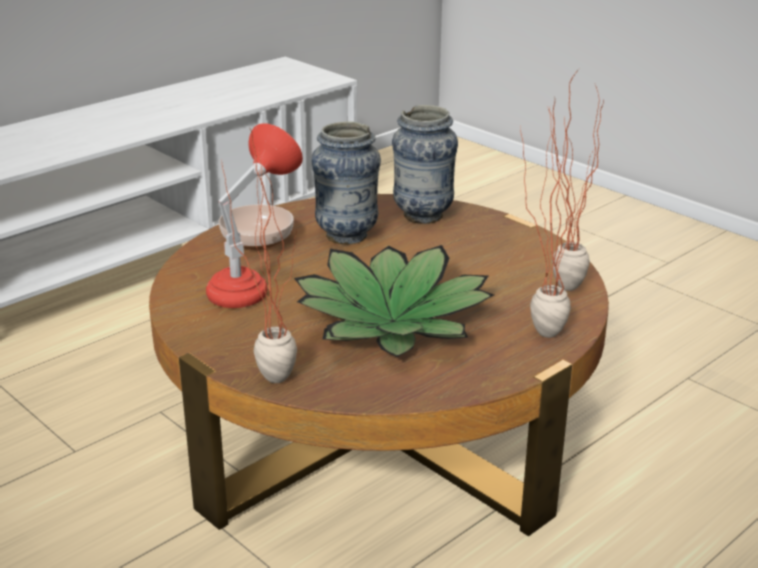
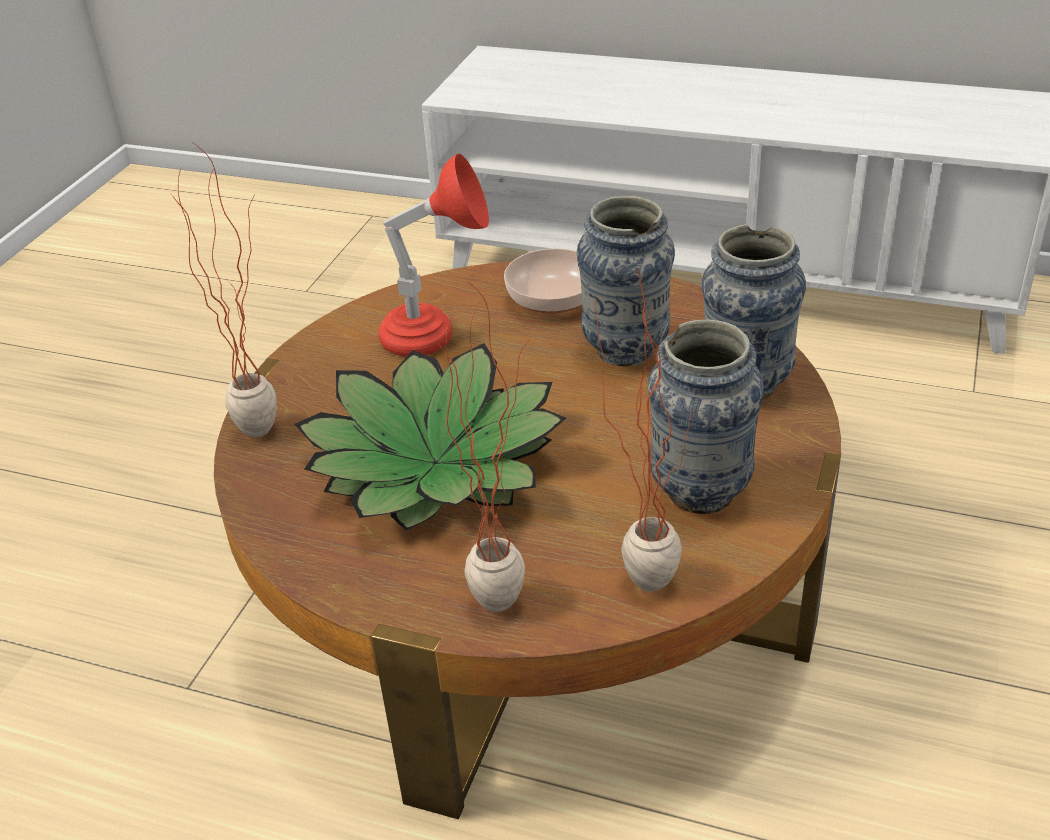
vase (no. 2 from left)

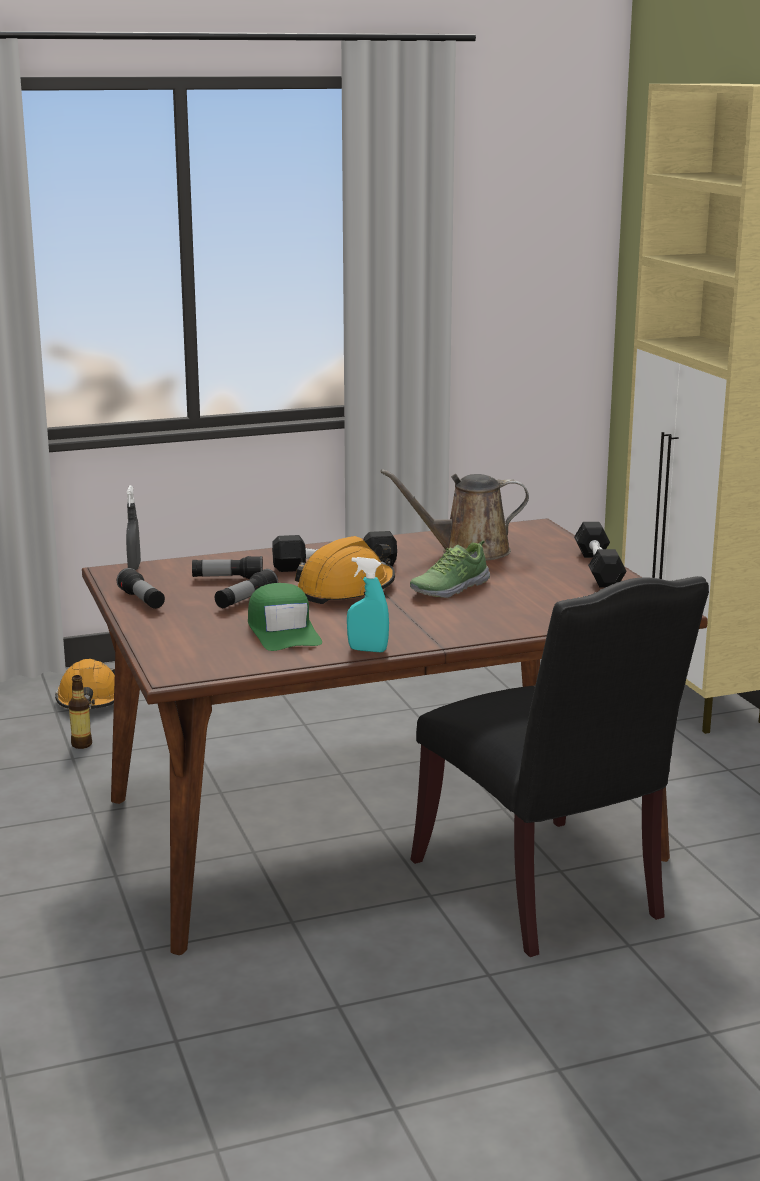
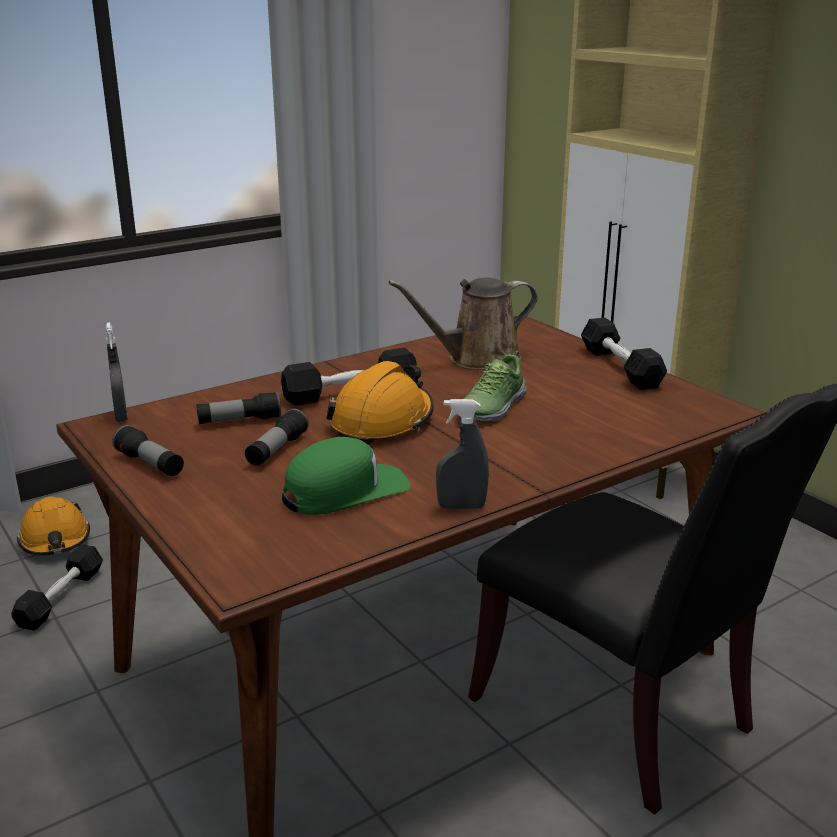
black dumbbell (no. 1 from left)
green cap
grey spray bottle (no. 2 from left)

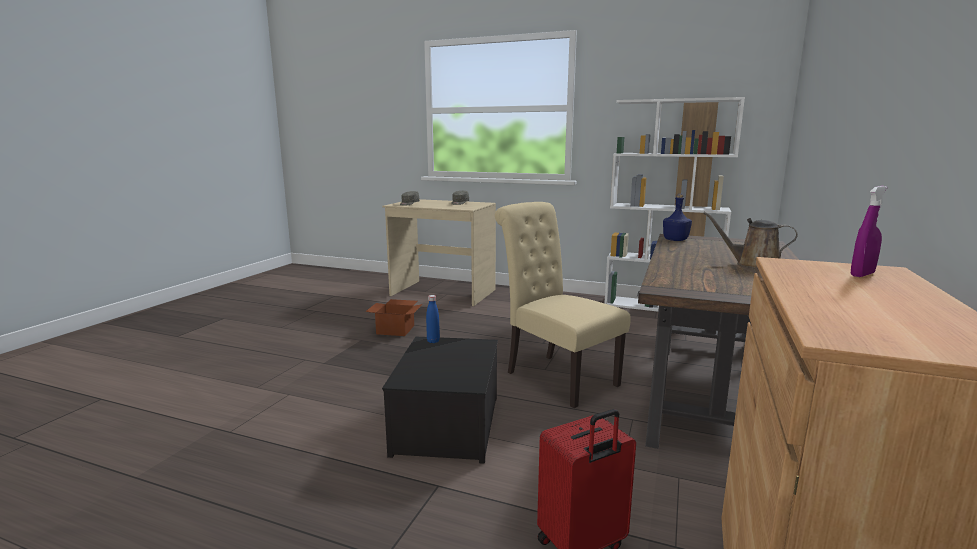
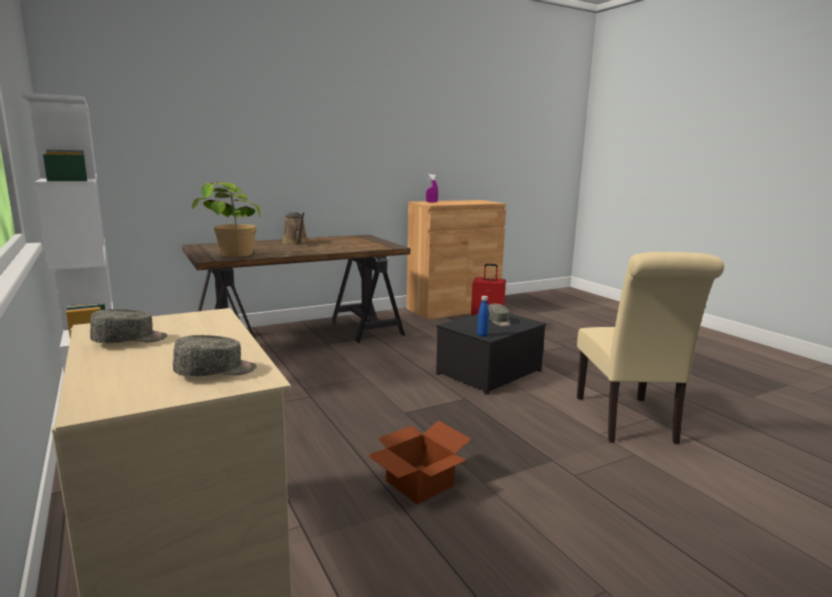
beige chair
potted plant
grey cap (no. 3 from left)

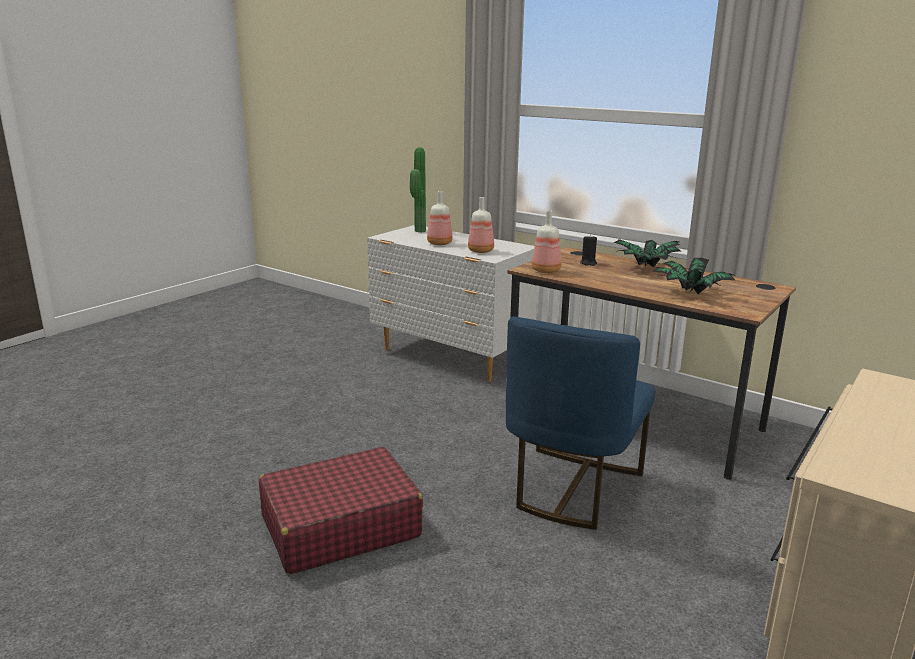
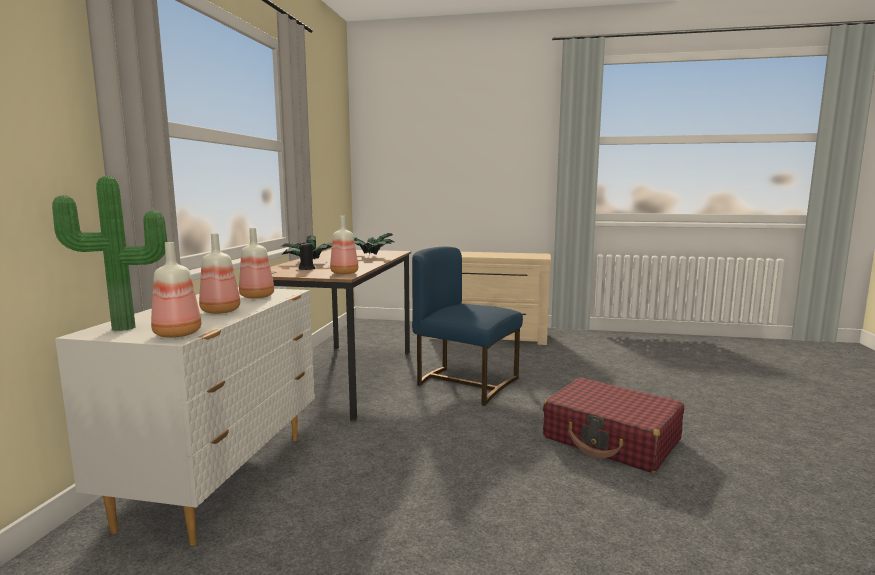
blue chair
bottle (no. 1 from left)

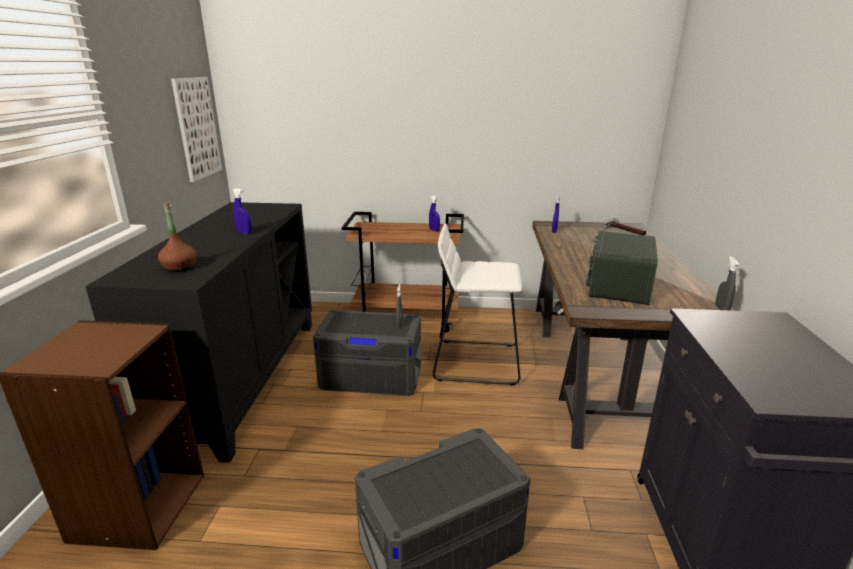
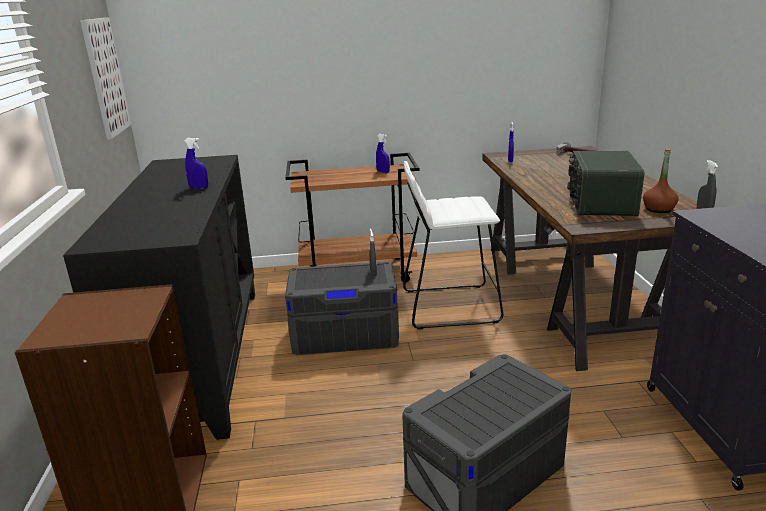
brown bottle

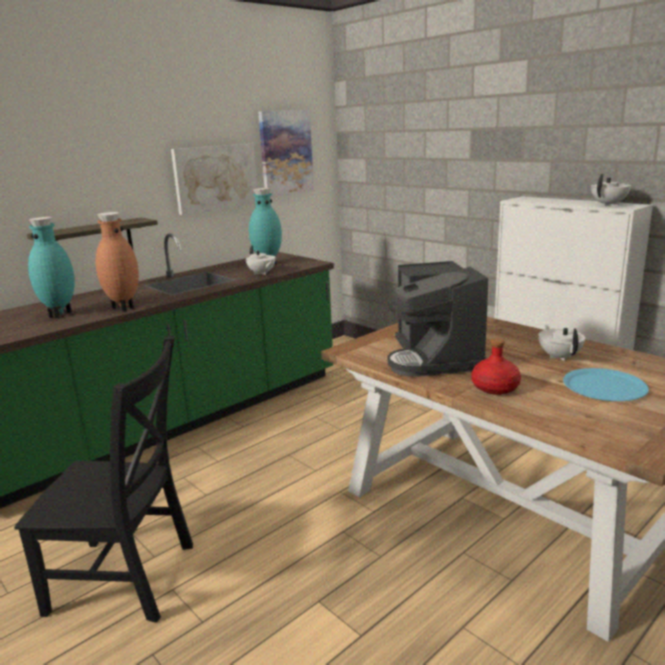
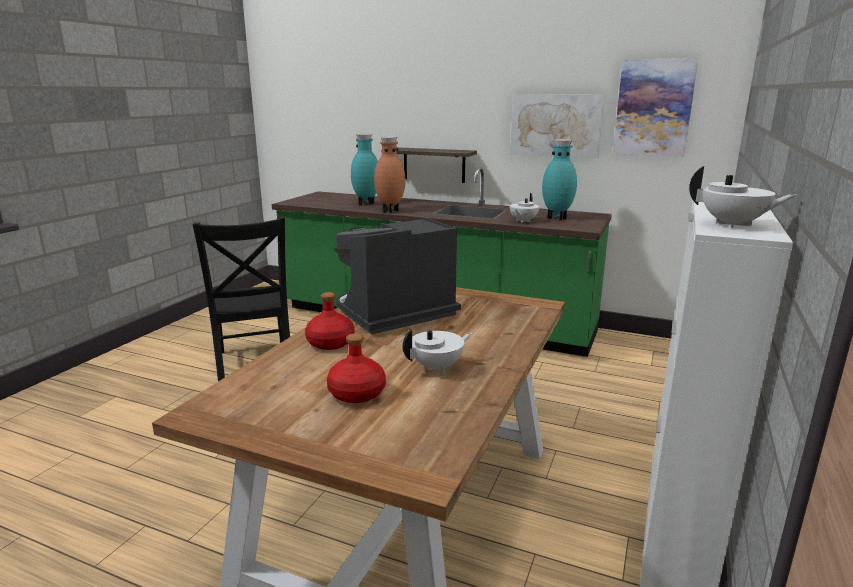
red bottle (no. 2 from left)

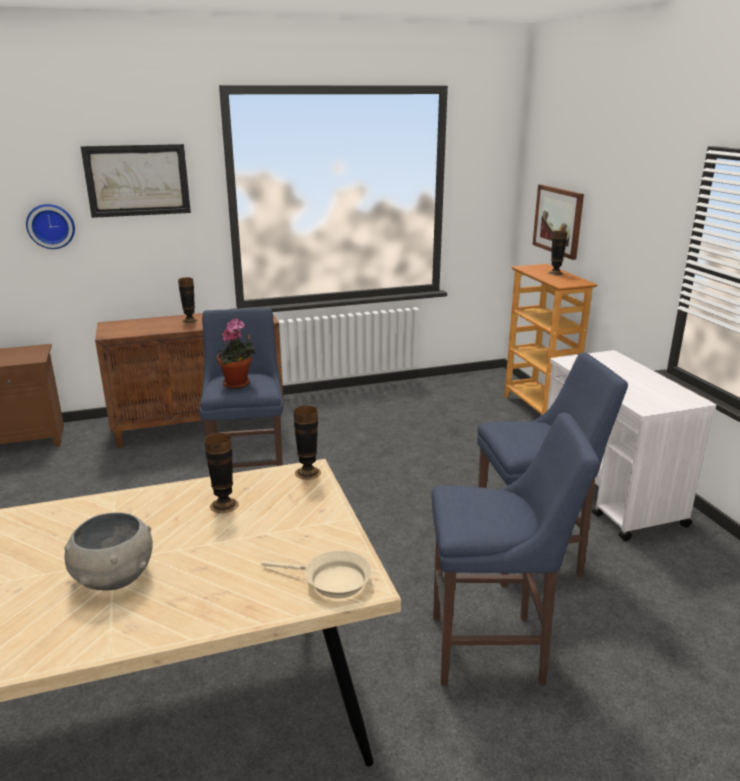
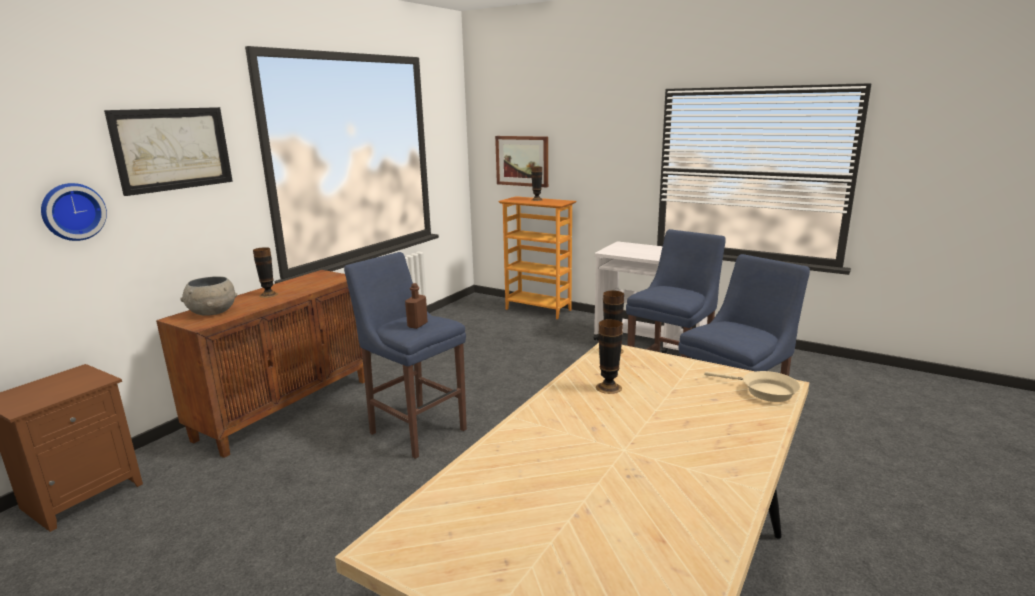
grey bowl
brown bottle
beige frying pan

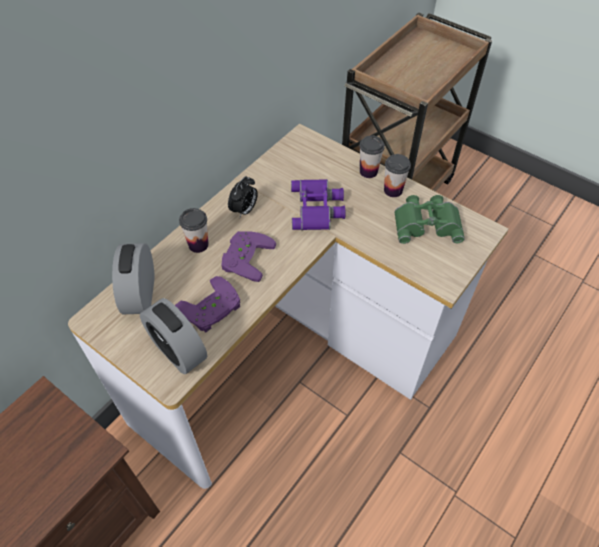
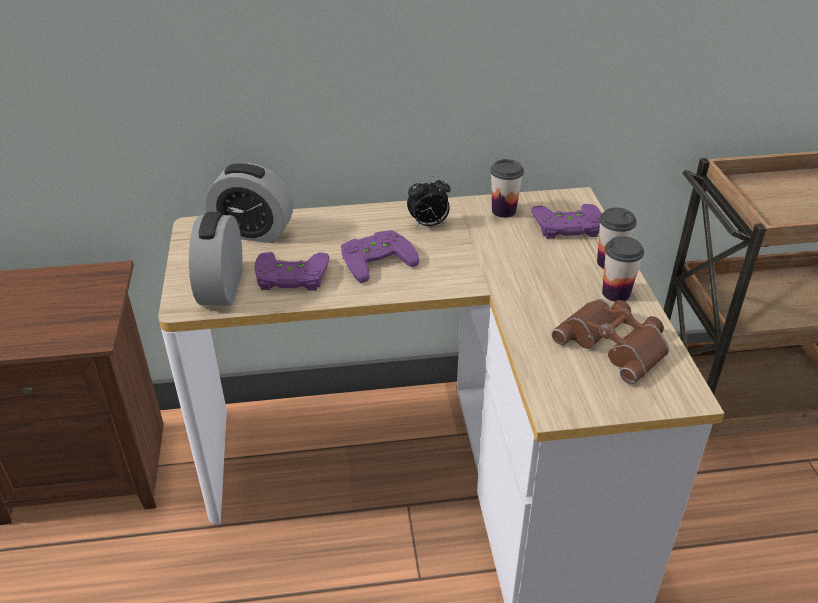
alarm clock (no. 2 from left)
cup (no. 1 from left)
purple binoculars
brown binoculars
purple game controller (no. 3 from left)

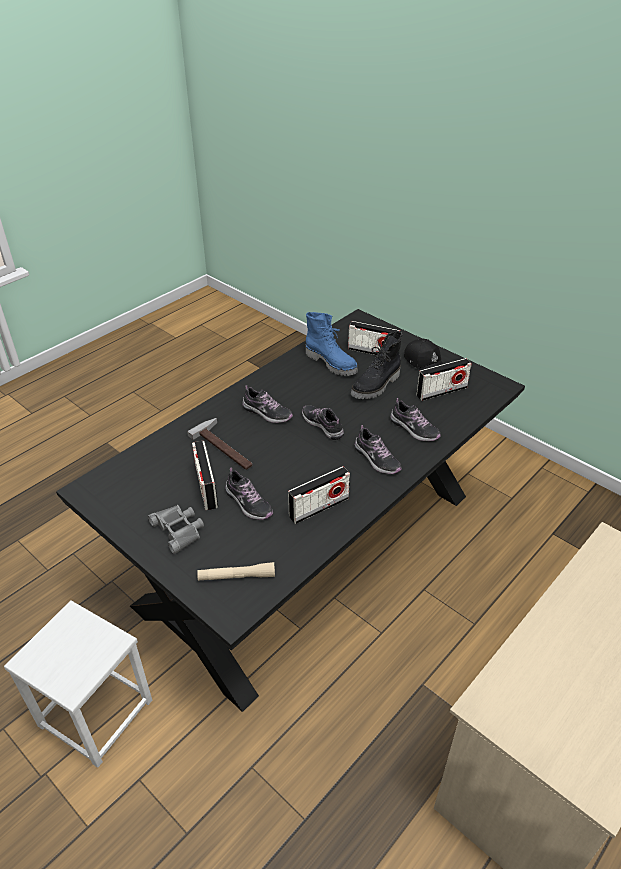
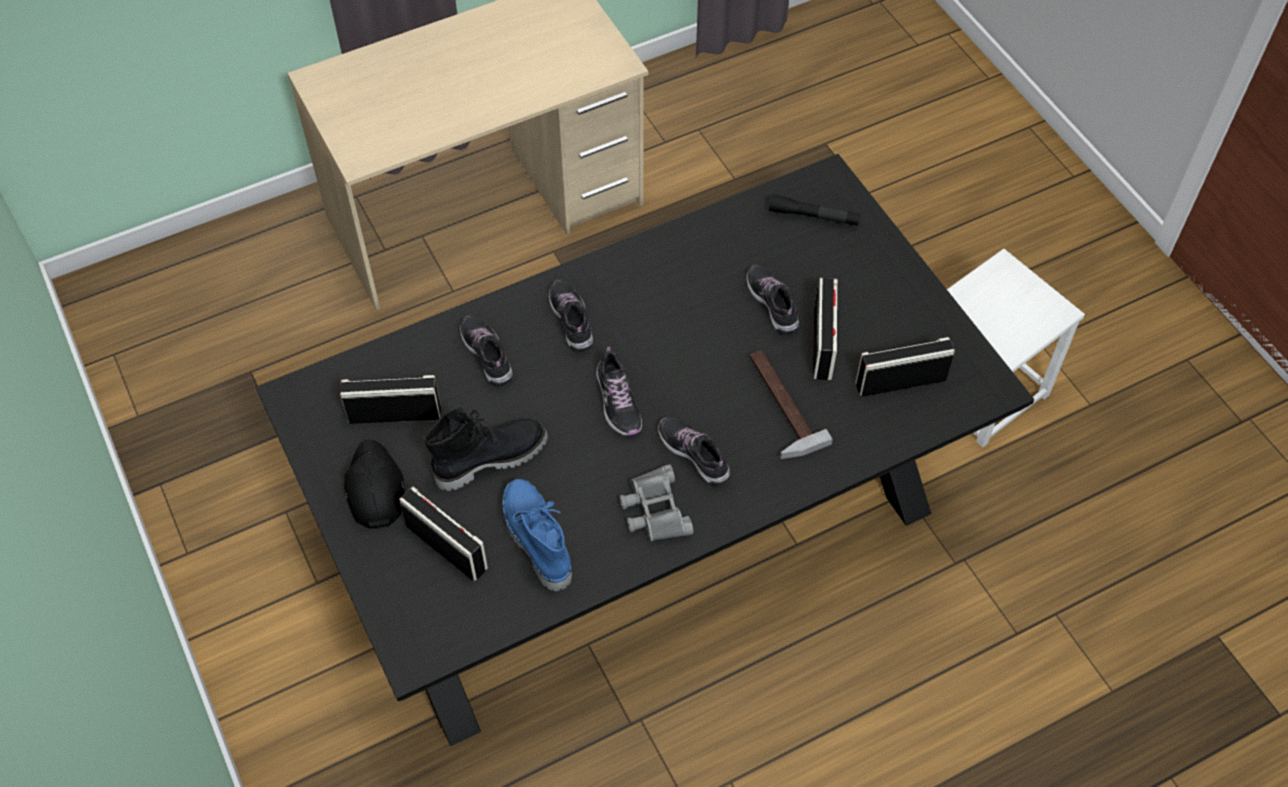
grey binoculars
black flashlight
radio (no. 4 from left)

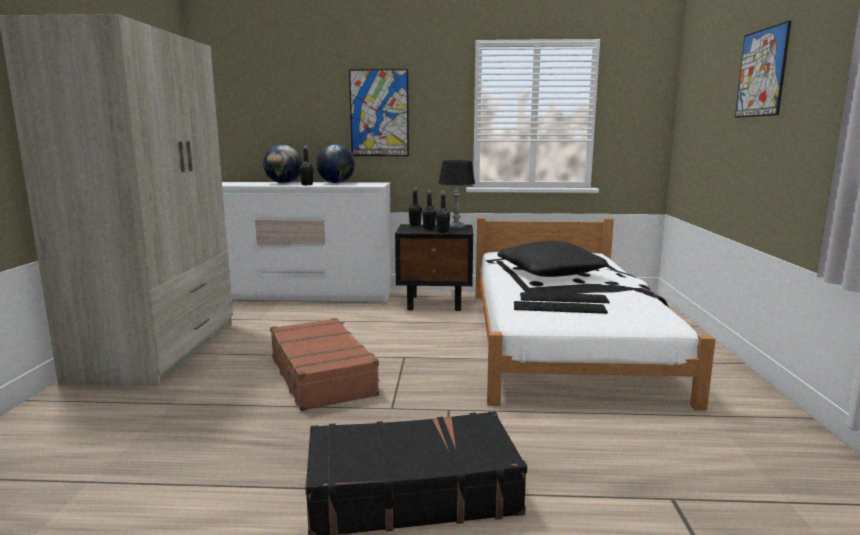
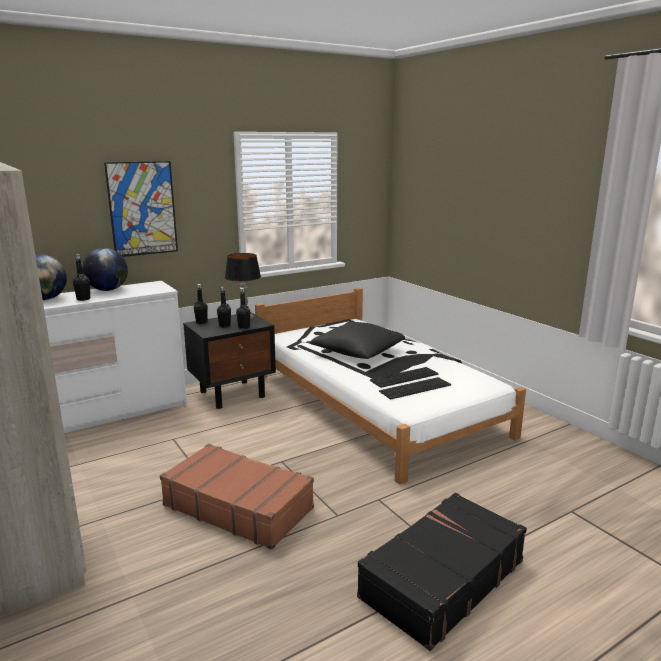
picture (no. 2 from left in the first image)

